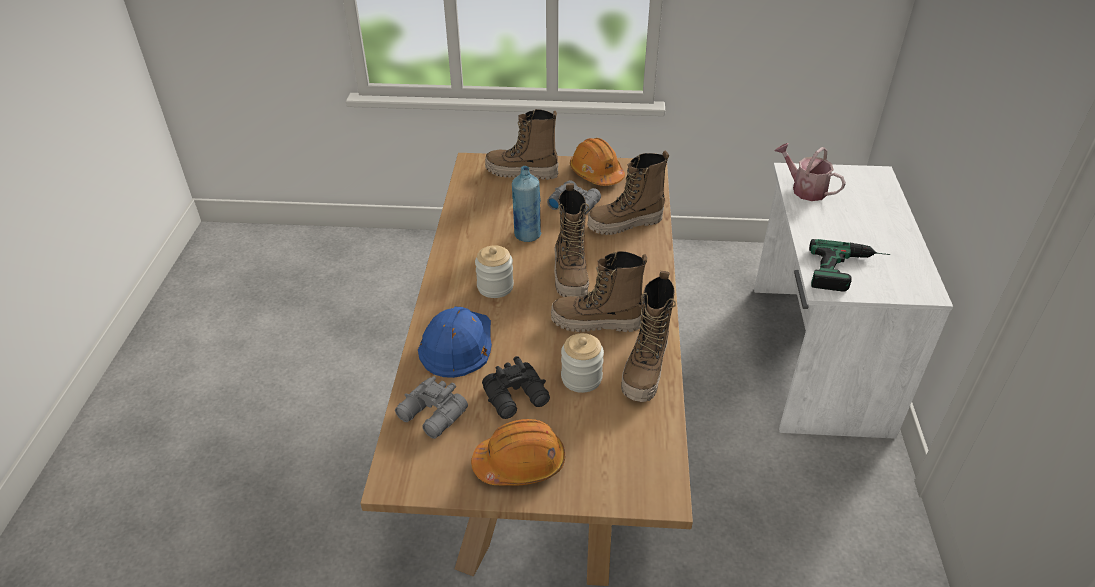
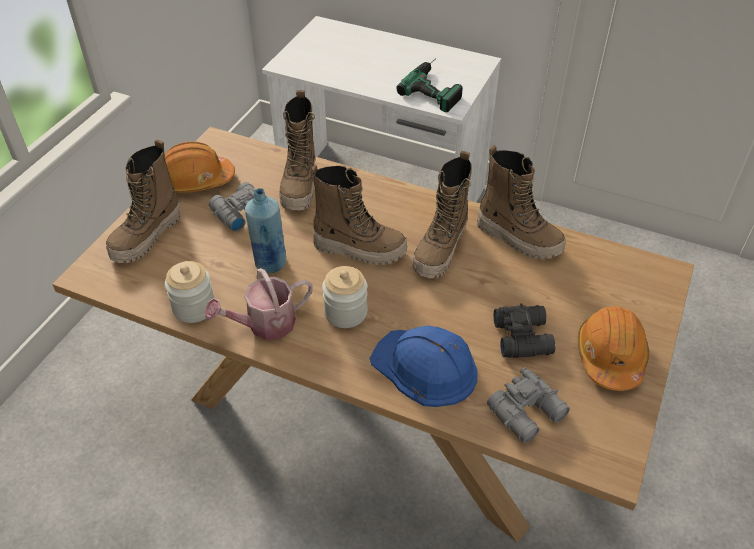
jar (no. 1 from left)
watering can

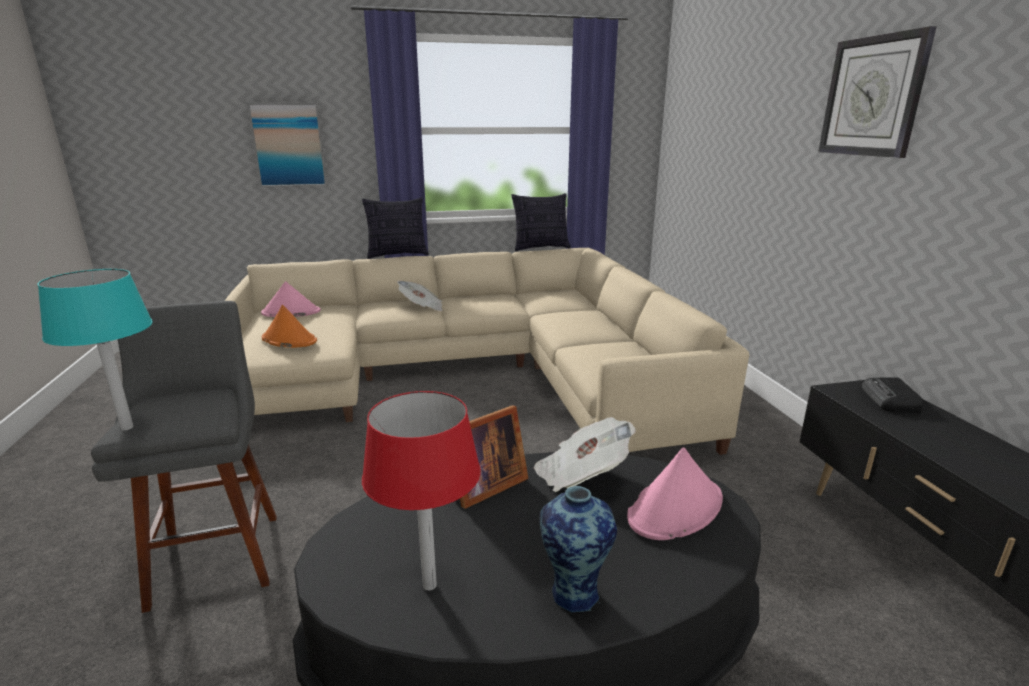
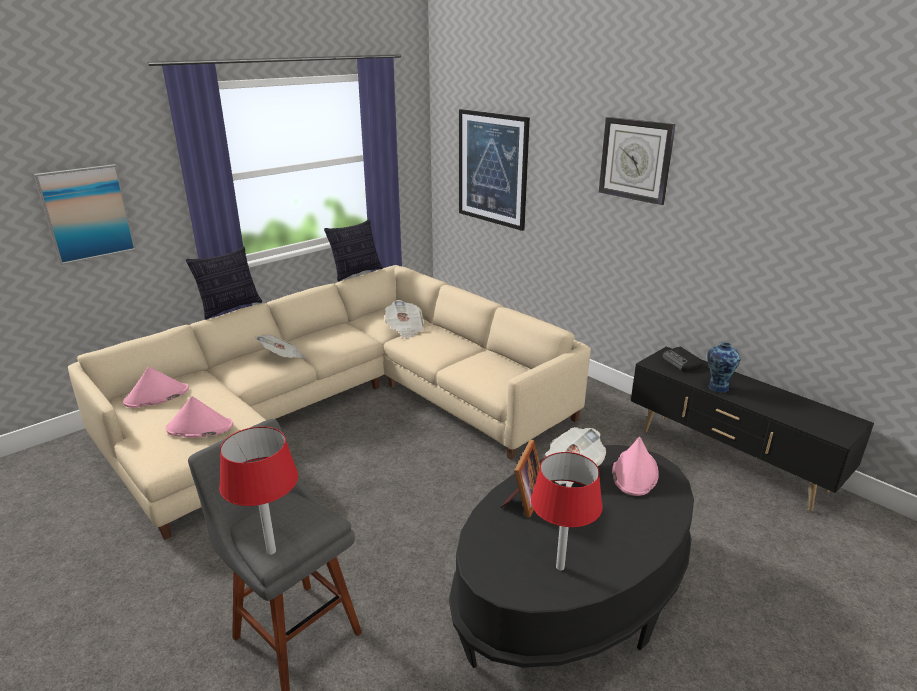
red table lamp (no. 1 from left)
pink hat (no. 2 from left)
vase
newspaper (no. 2 from left)
picture (no. 2 from left)

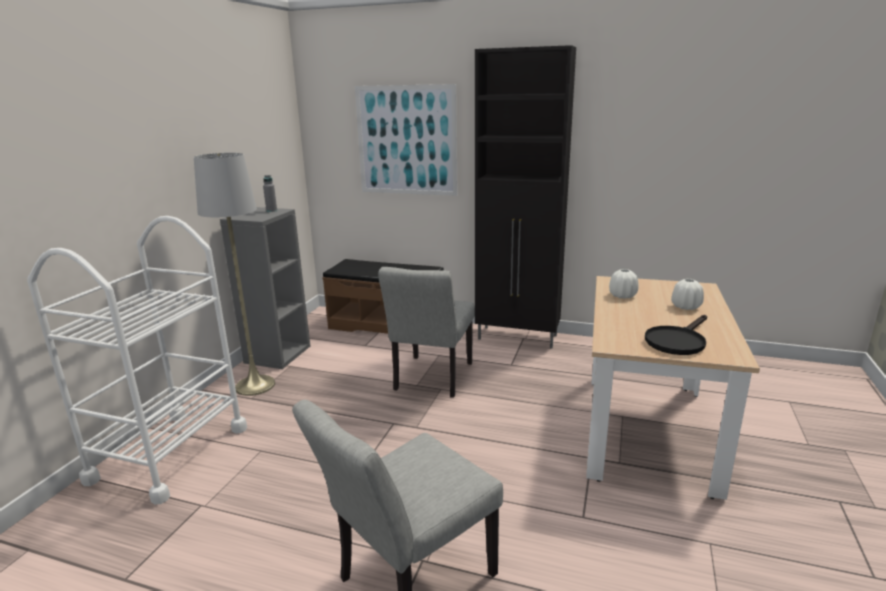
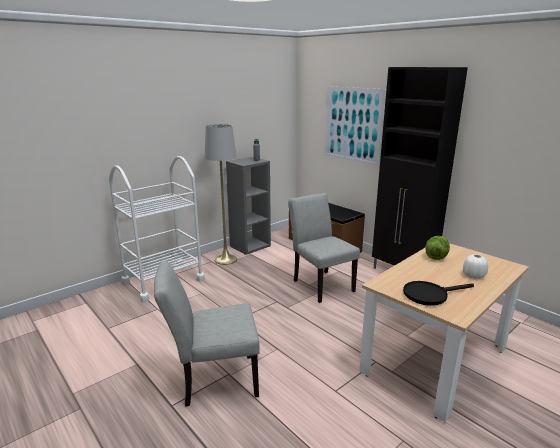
grey chair (no. 2 from left)
lettuce

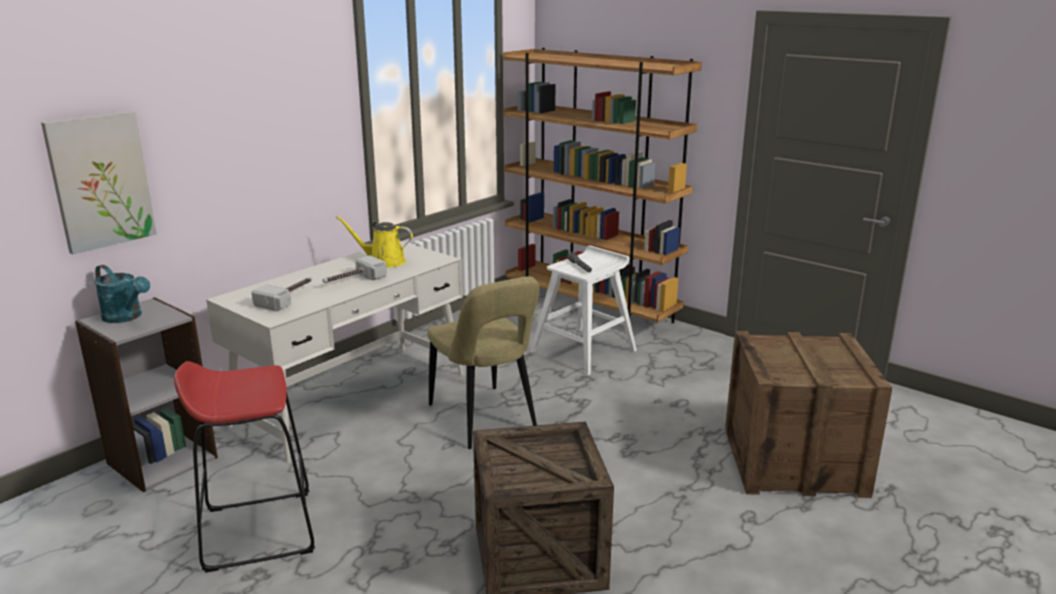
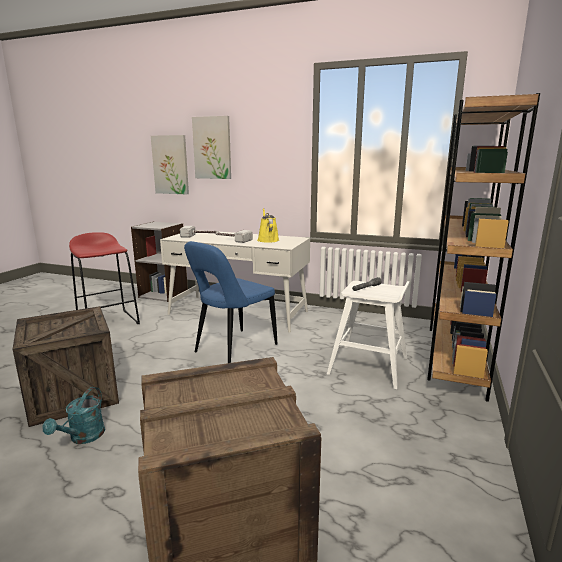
turquoise watering can
blue chair
picture (no. 2 from left)

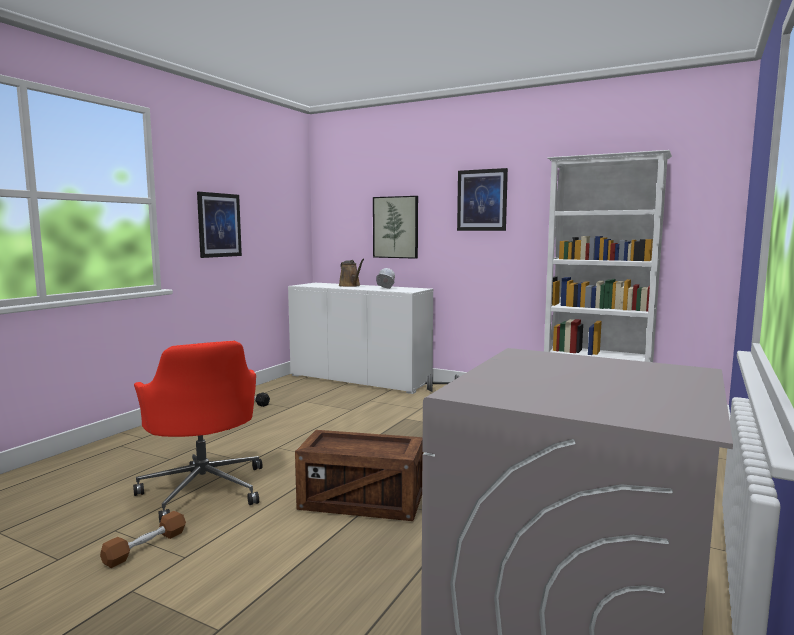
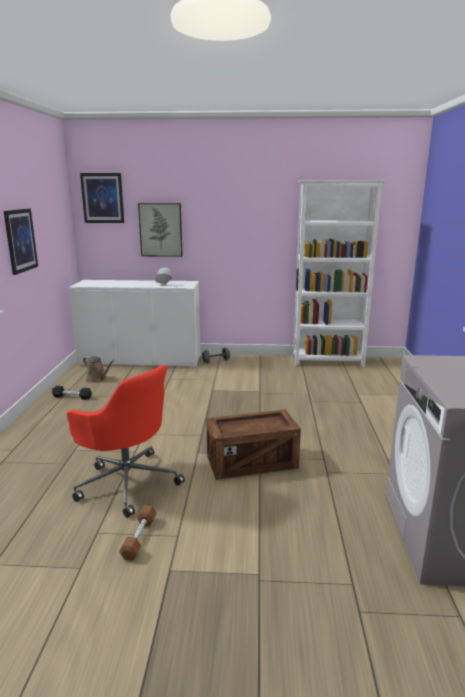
brown watering can
picture (no. 2 from left)

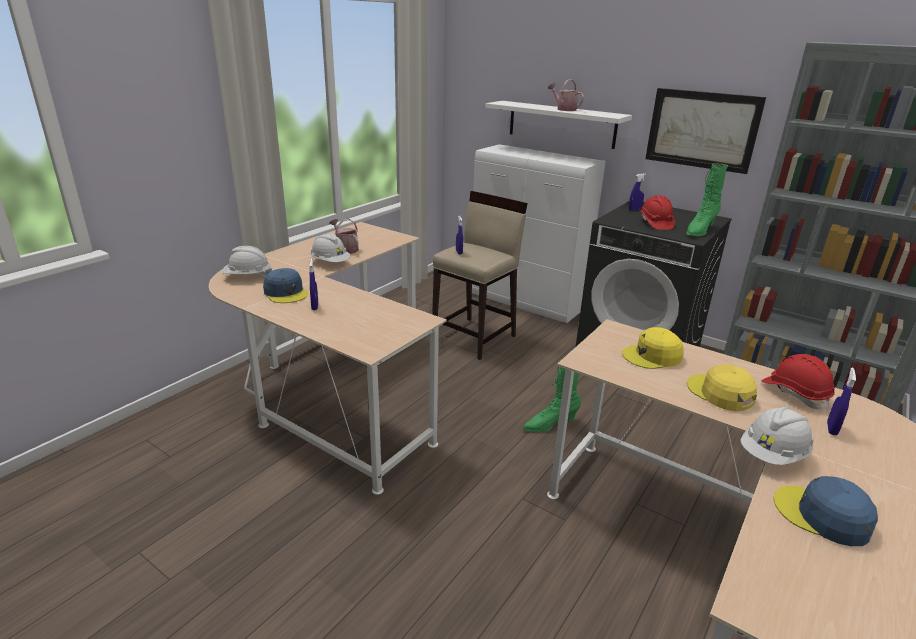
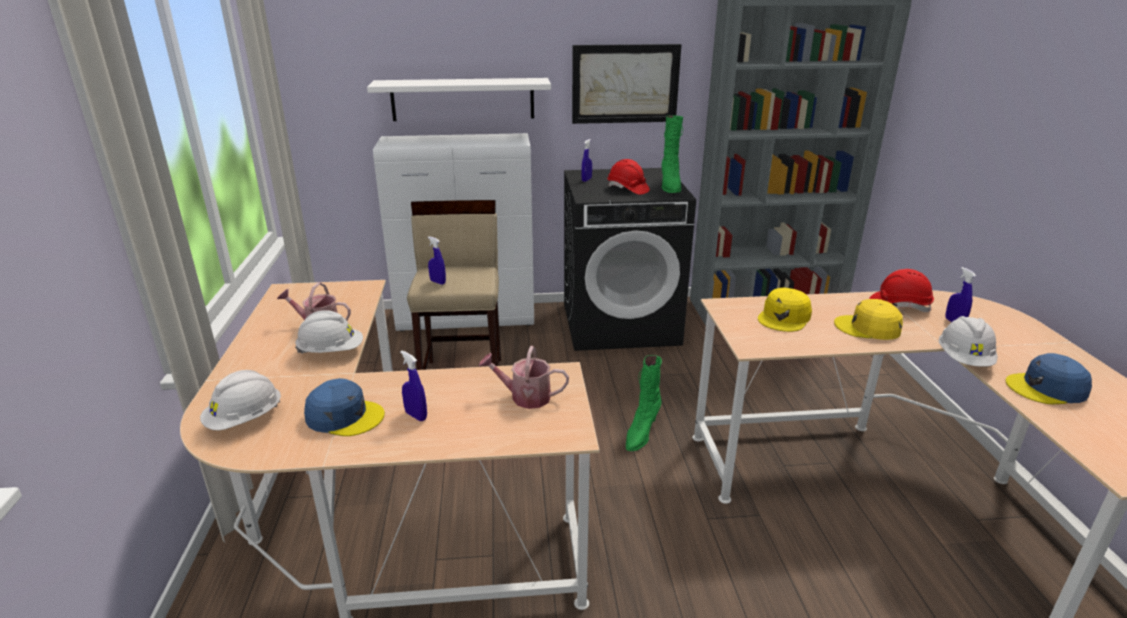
watering can (no. 2 from left)

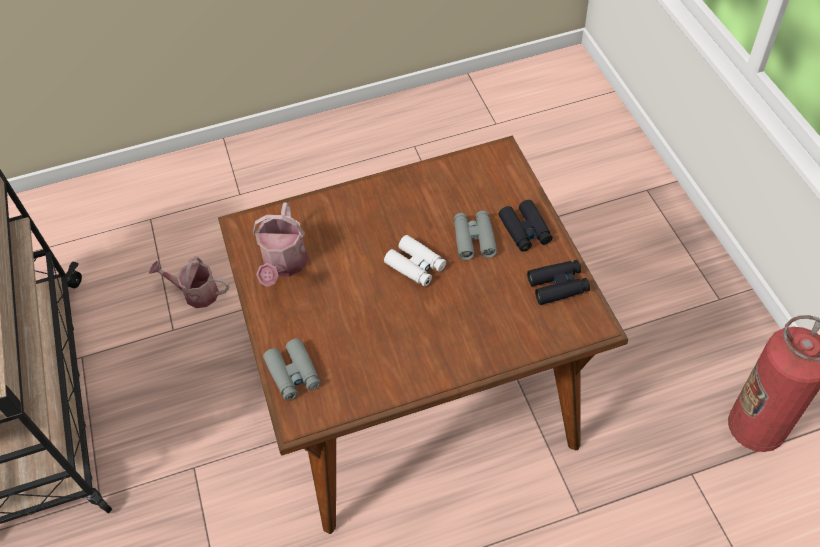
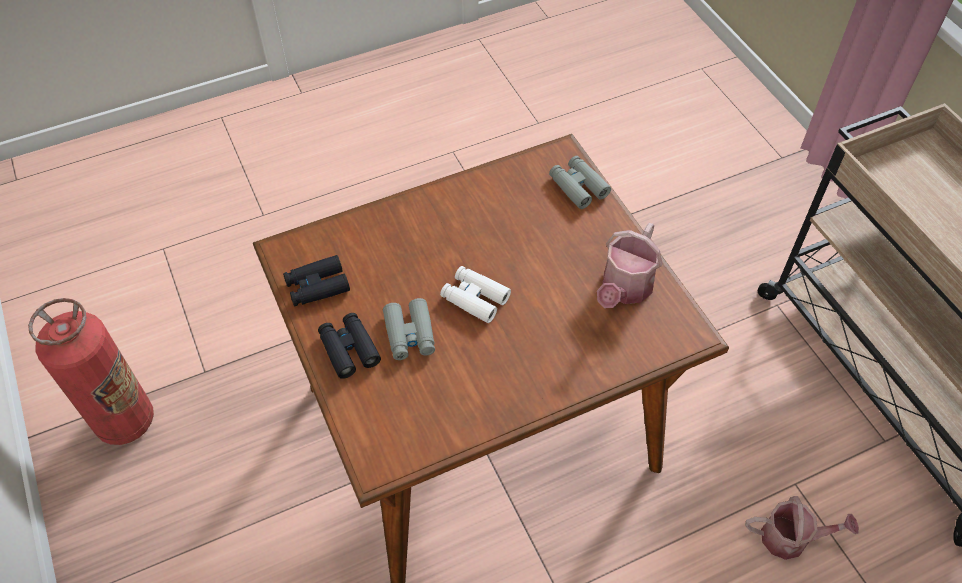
watering can (no. 1 from left)

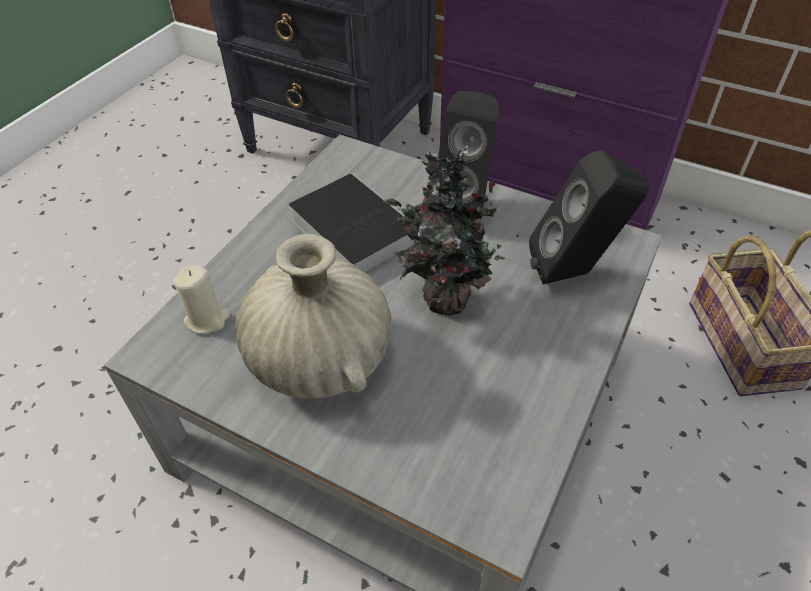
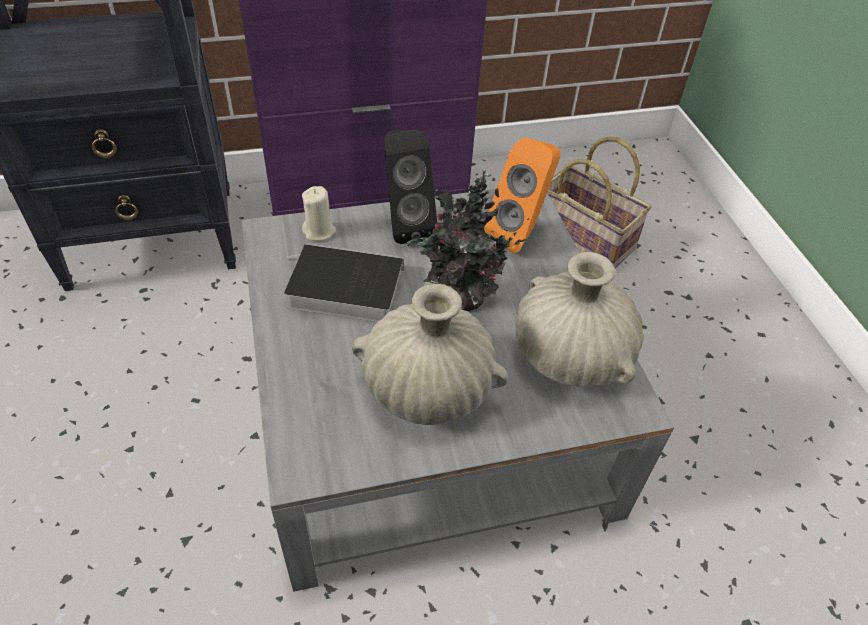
beige candle
orange speaker
beige vase (no. 2 from left)

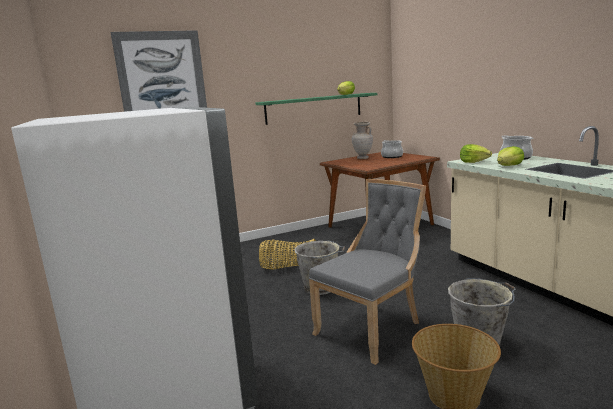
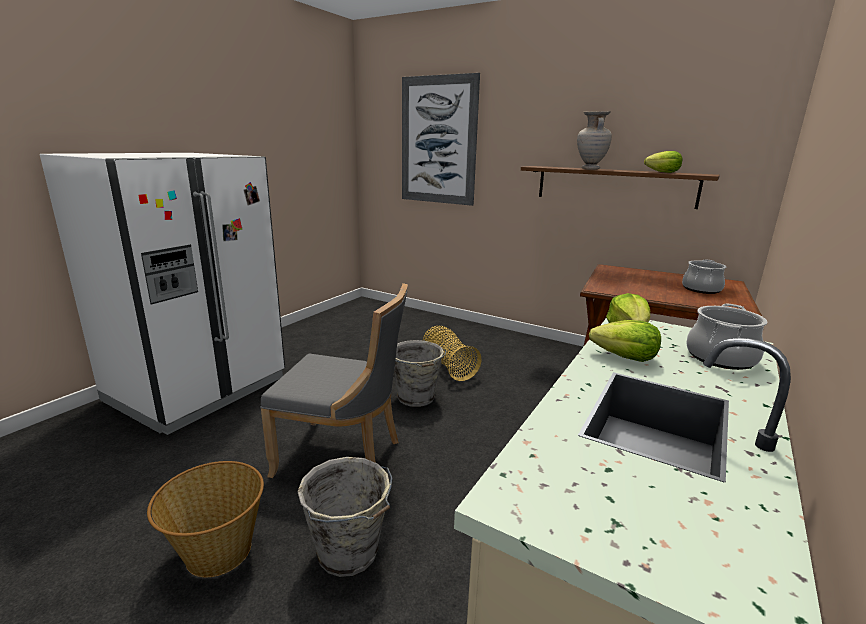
brown shelf
beige vase

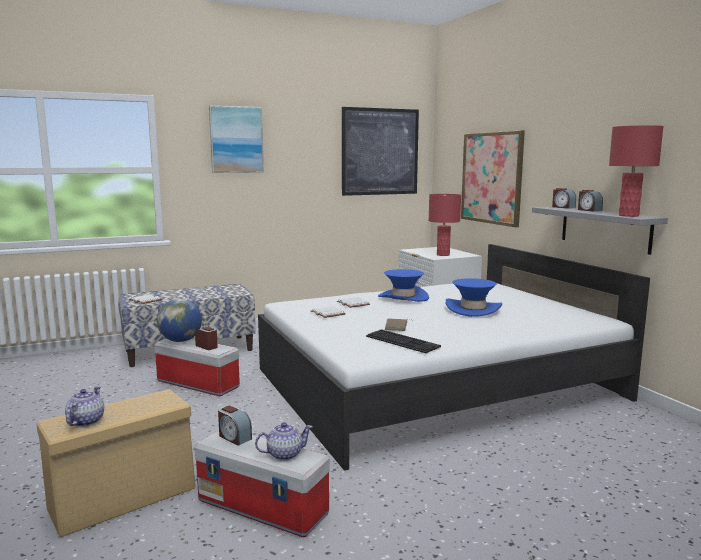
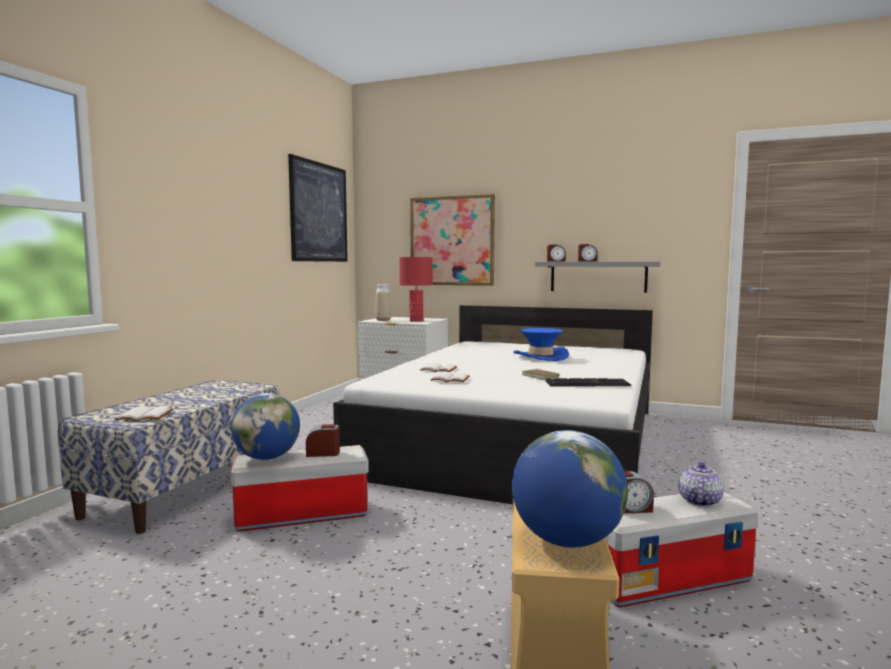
globe (no. 2 from left)
picture (no. 1 from left in the first image)
blue hat (no. 1 from left in the first image)
red table lamp (no. 2 from left in the first image)
vase

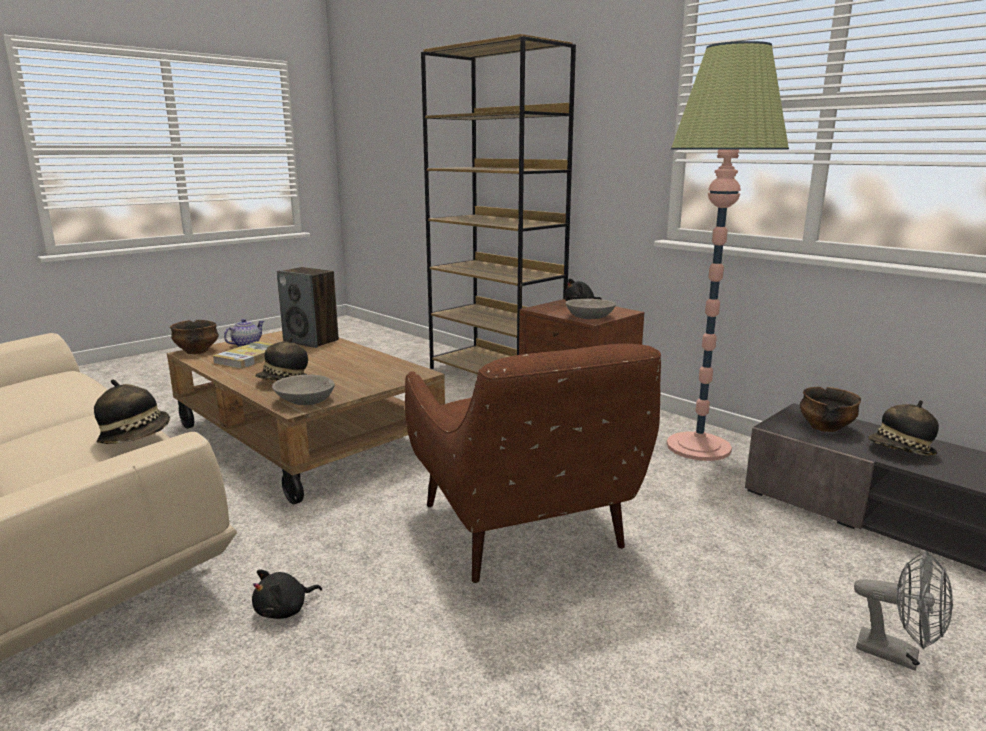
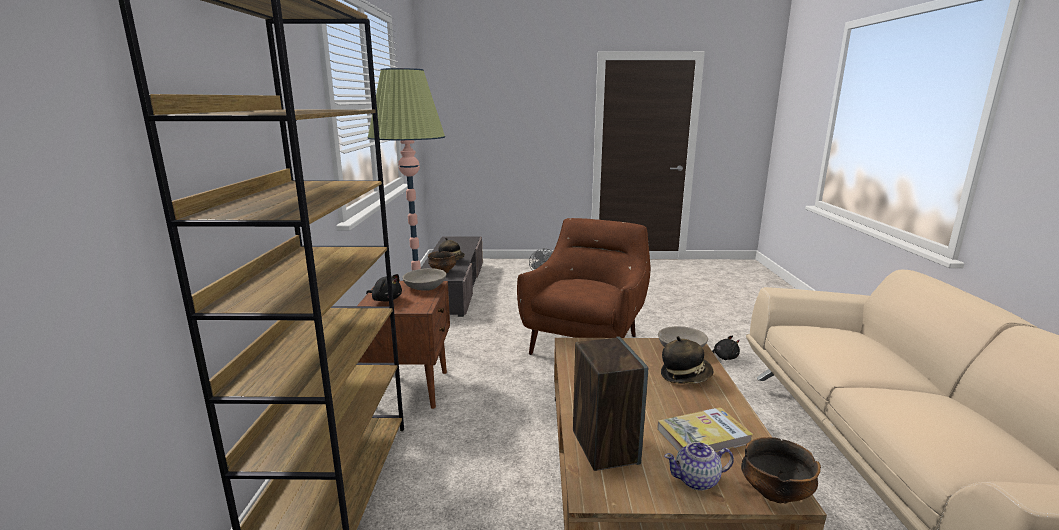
hat (no. 1 from left in the first image)

